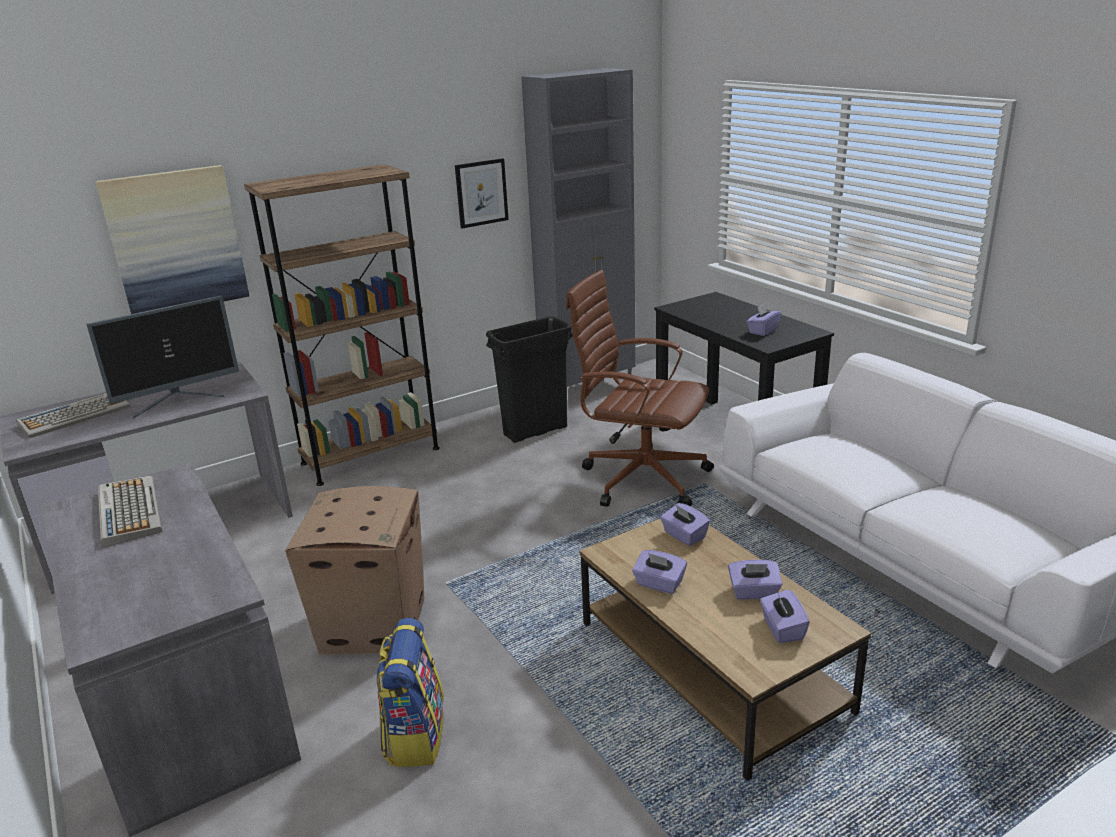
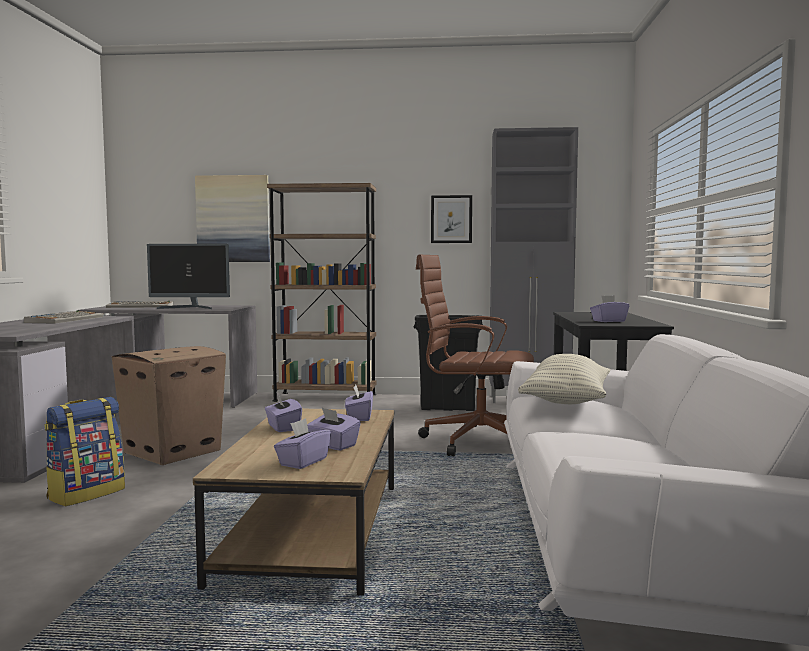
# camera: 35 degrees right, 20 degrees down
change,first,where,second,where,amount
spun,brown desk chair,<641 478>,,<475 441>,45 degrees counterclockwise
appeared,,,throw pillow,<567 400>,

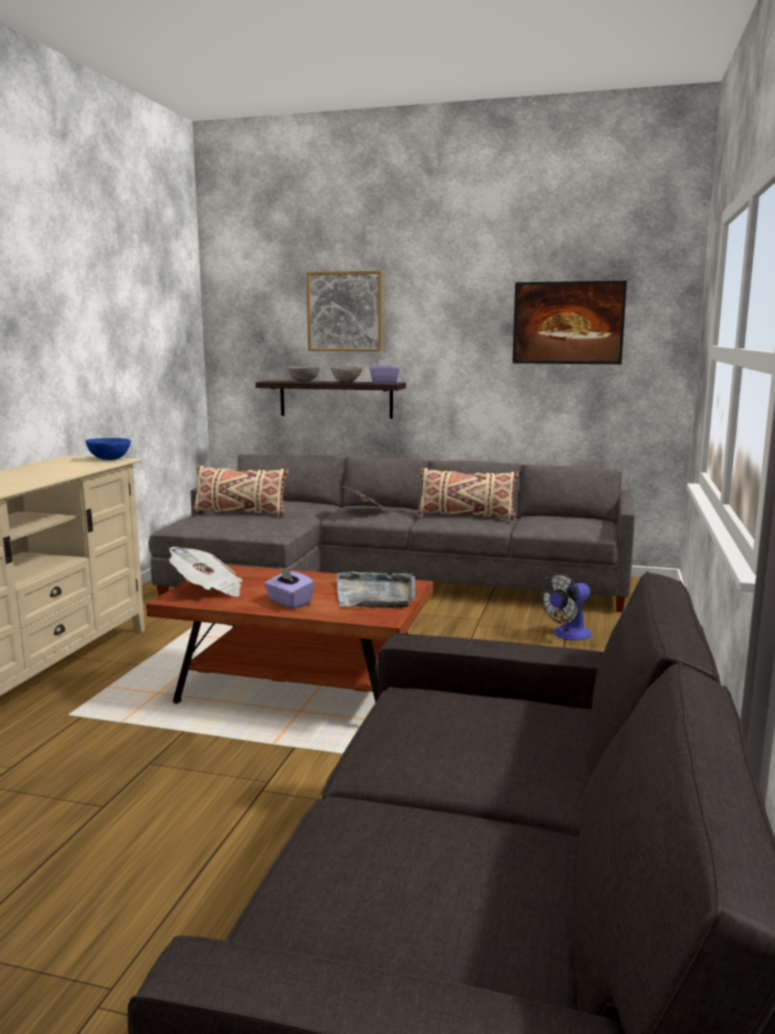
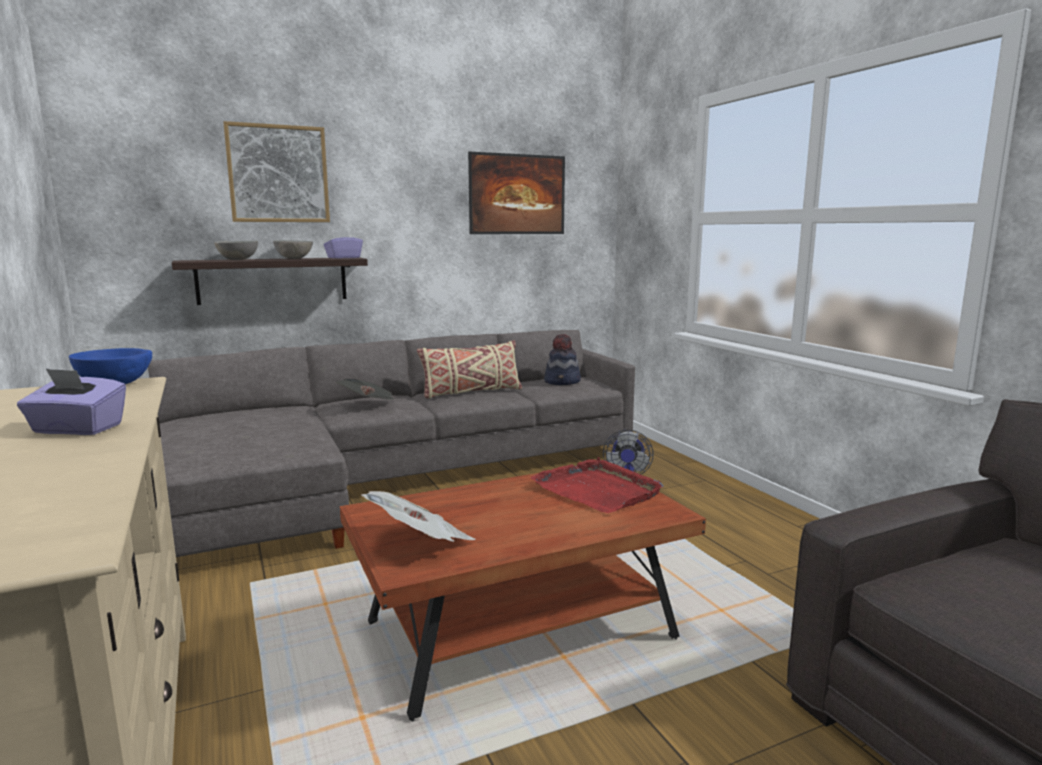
# camera: 40 degrees left, 0 degrees up
change,first,where,second,where,amount
missing,beige-coloured throw pillow,<240 512>,,,
relocated,purple-coloured tissue holder,<289 602>,,<77 429>,
colour,greyish carrying tray,<375 594>,red-coloured carrying tray,<598 489>,
appeared,,,clothing hat,<562 382>,

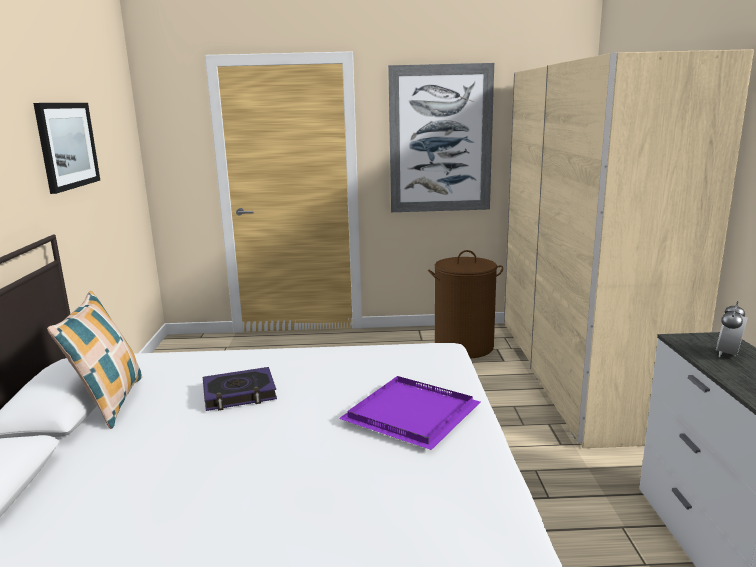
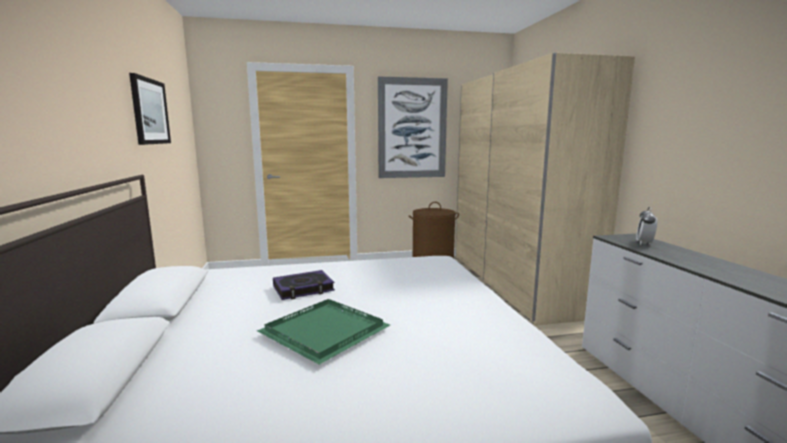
# camera: 10 degrees left, 5 degrees down
change,first,where,second,where,amount
missing,throw pillow,<110 402>,,,
missing,purple-coloured carrying tray,<414 414>,,,
appeared,,,green carrying tray,<327 332>,

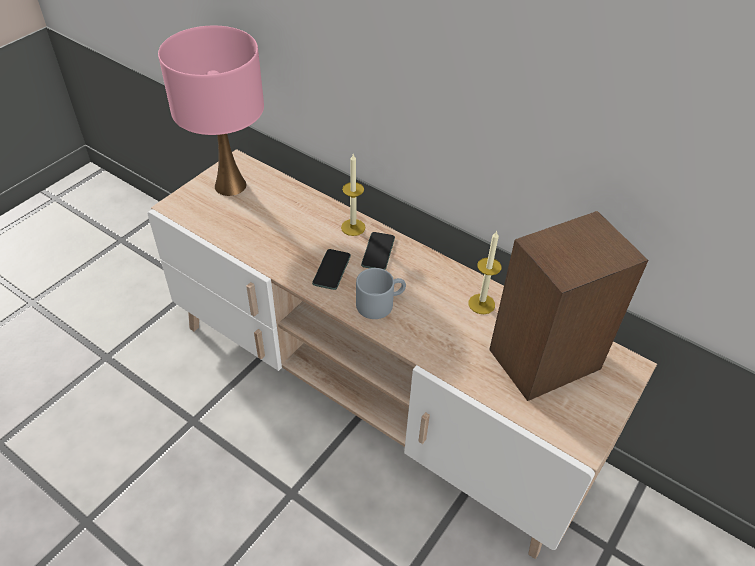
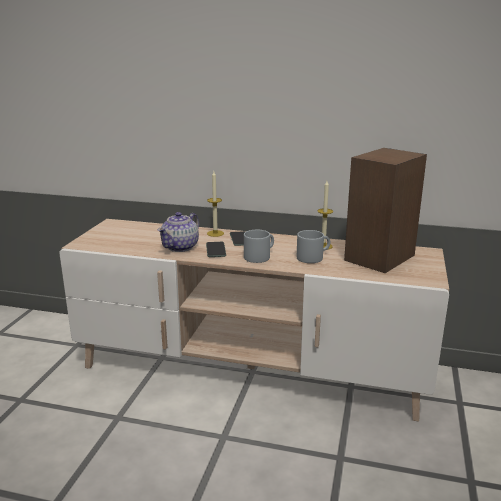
# camera: 20 degrees left, 25 degrees down
change,first,where,second,where,amount
missing,pink tabletop lamp,<229 185>,,,
appeared,,,pot for tea,<181 247>,
appeared,,,greyish mug,<313 257>,

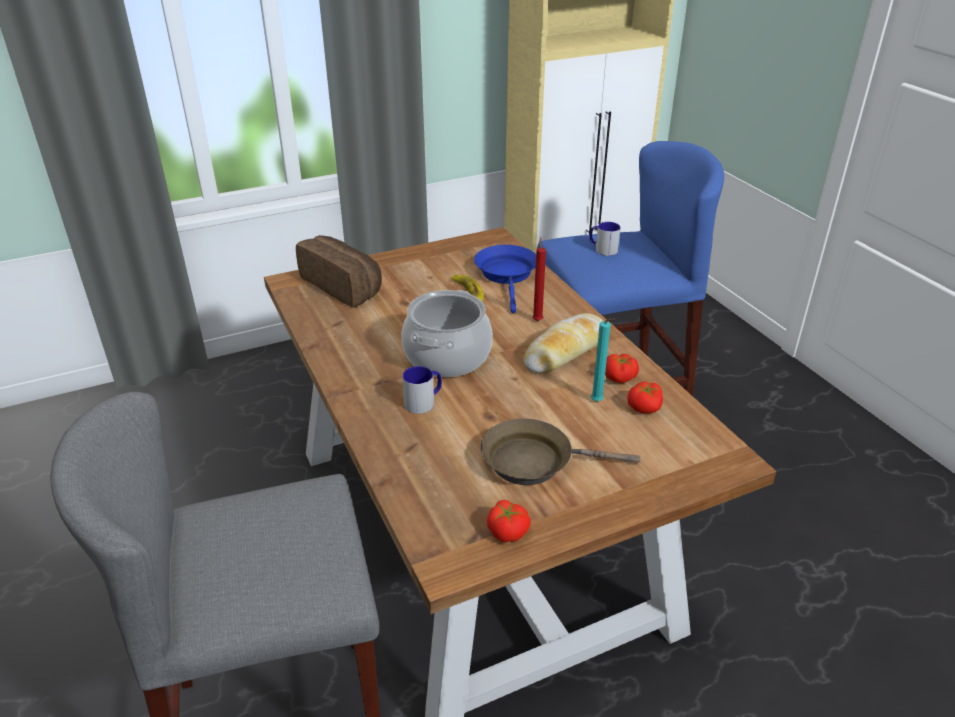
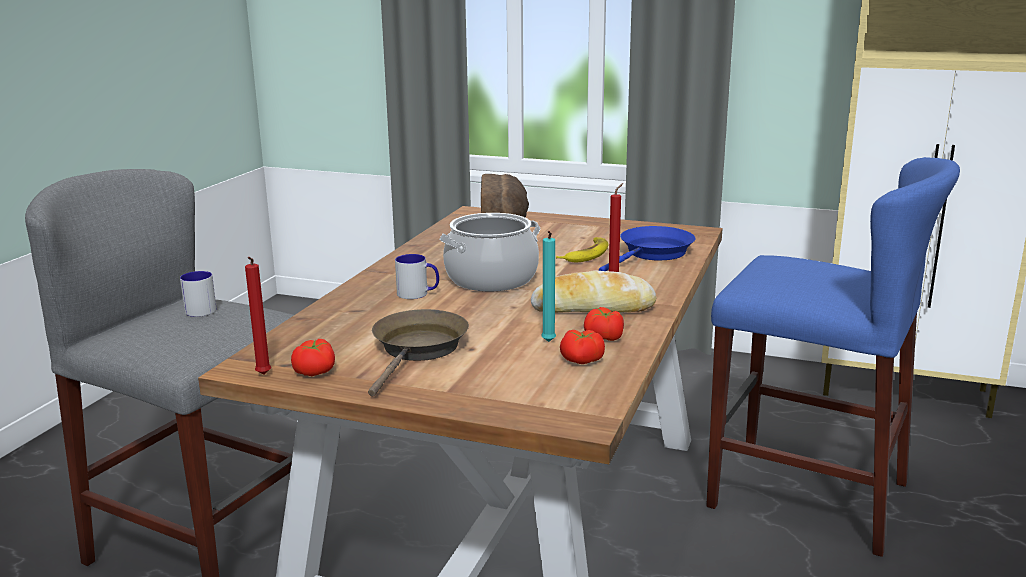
# camera: 45 degrees right, 15 degrees down
change,first,where,second,where,amount
spun,brown pan,<534 461>,,<418 350>,60 degrees clockwise
relocated,mug,<602 249>,,<201 309>,
appeared,,,red-coloured wax light,<263 376>,

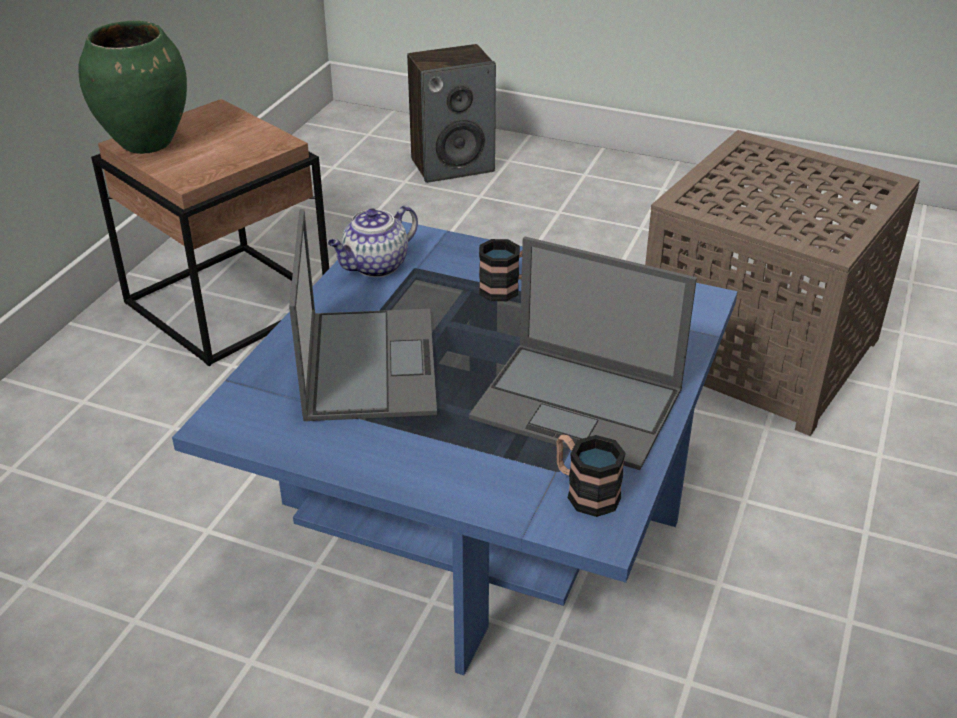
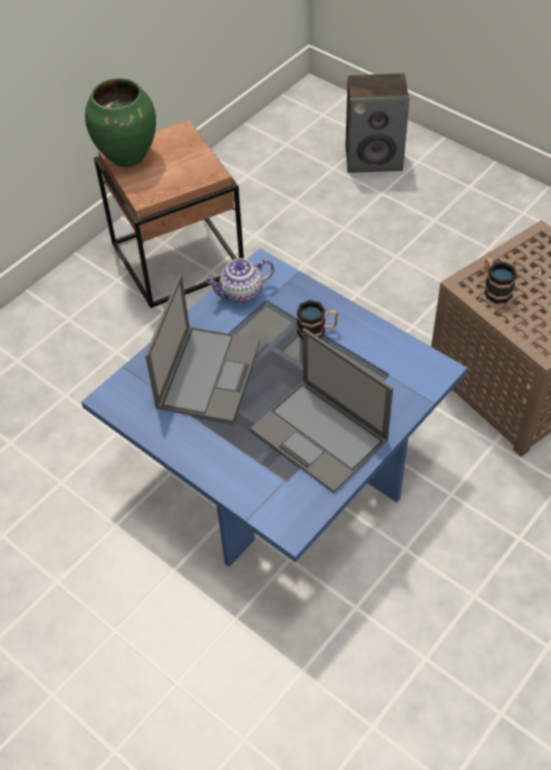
# camera: 20 degrees right, 15 degrees up
change,first,where,second,where,amount
relocated,mug,<585 491>,,<494 289>,

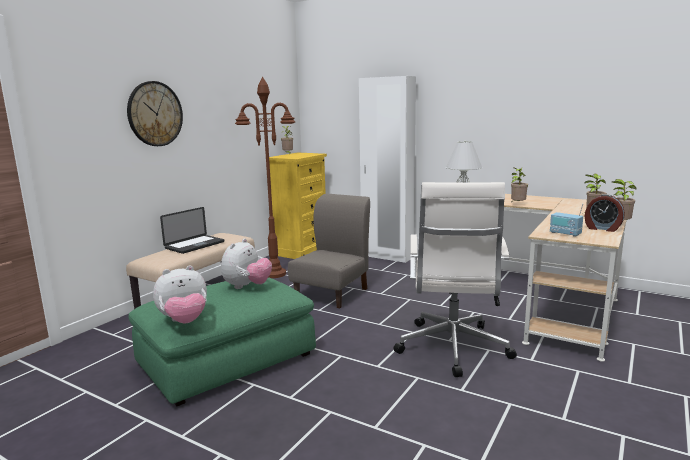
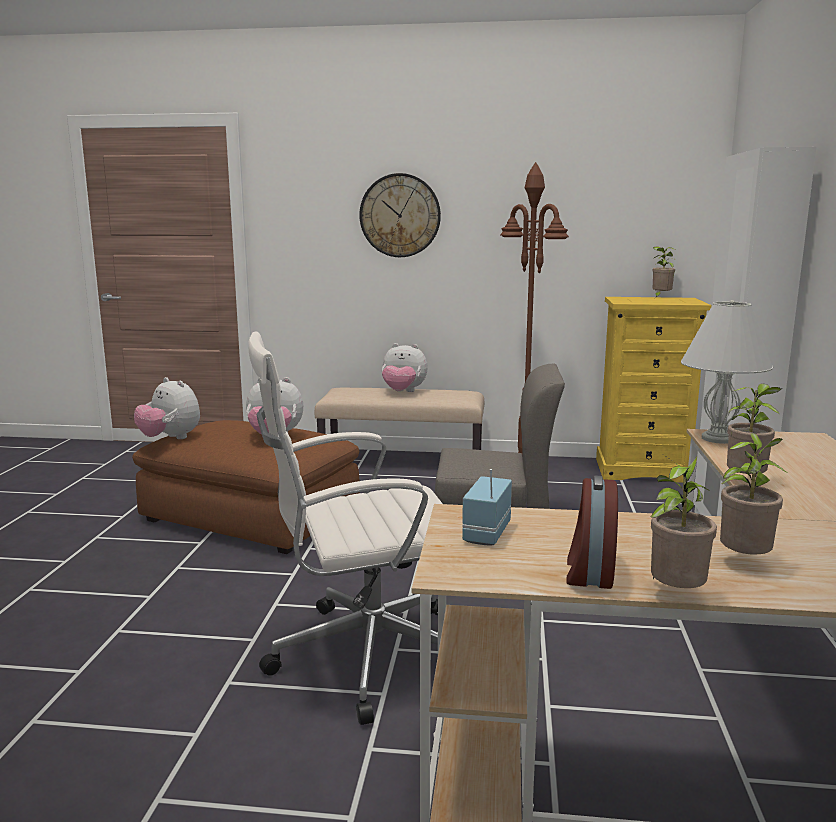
# camera: 65 degrees right, 0 degrees up
change,first,where,second,where,amount
colour,green ottoman,<227 359>,brown ottoman,<252 516>,
exchanged,notebook computer,<195 245>,plush toy,<403 392>,

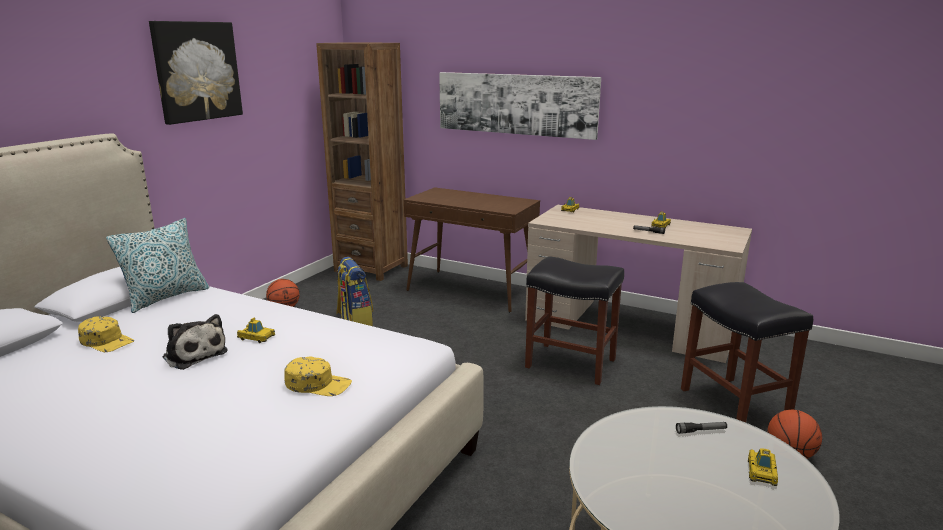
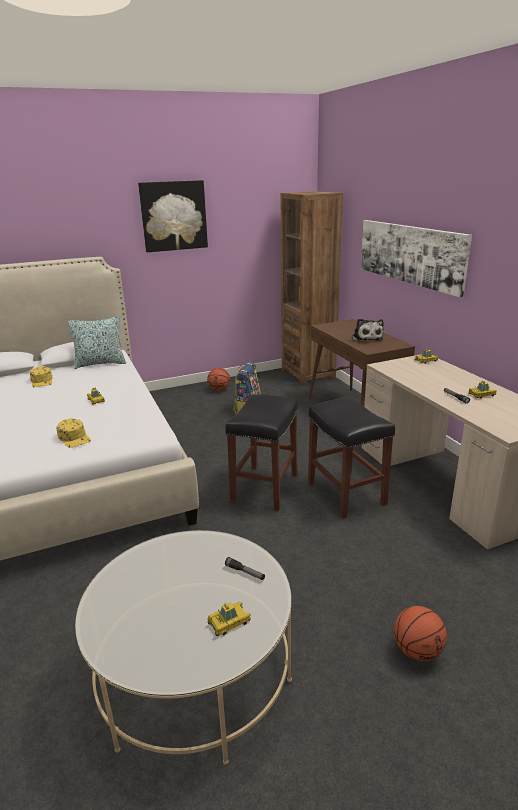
# camera: 40 degrees right, 5 degrees up
change,first,where,second,where,amount
relocated,plush toy,<194 354>,,<366 338>,
relocated,blackish stool,<735 404>,,<265 488>,

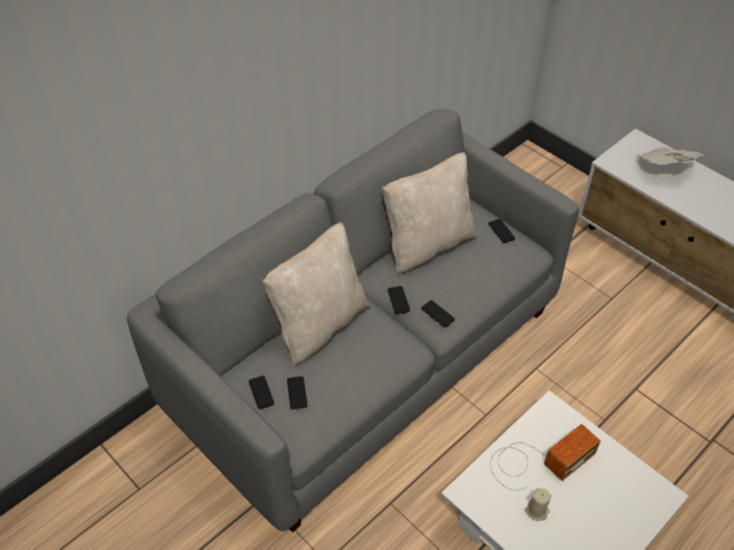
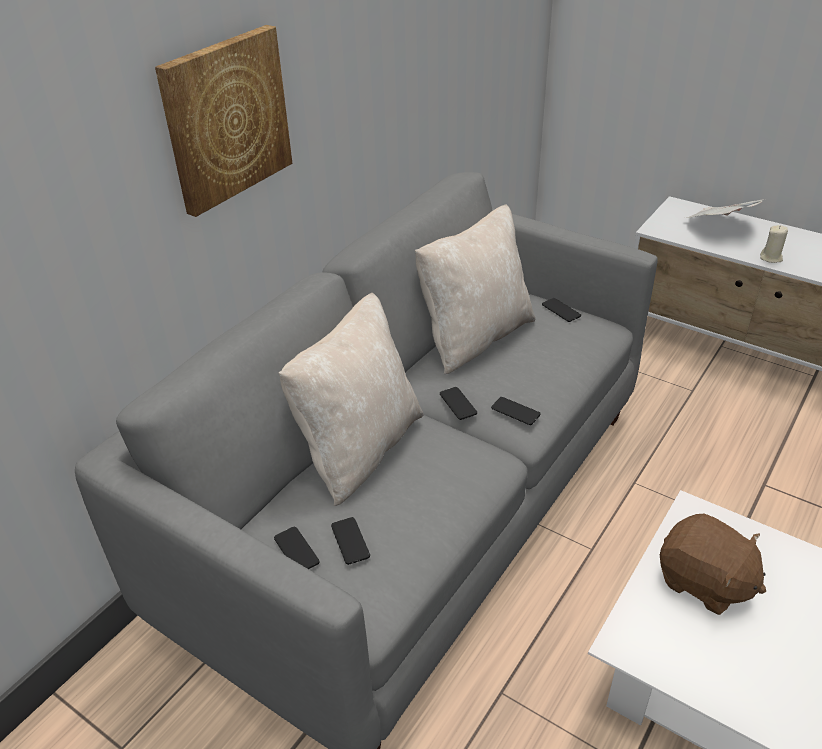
# camera: 10 degrees left, 10 degrees down
change,first,where,second,where,amount
exchanged,radio,<537 461>,brown plush toy,<704 582>,
relocated,beige-coloured wax light,<537 511>,,<771 258>,
appeared,,,wall art,<226 119>,

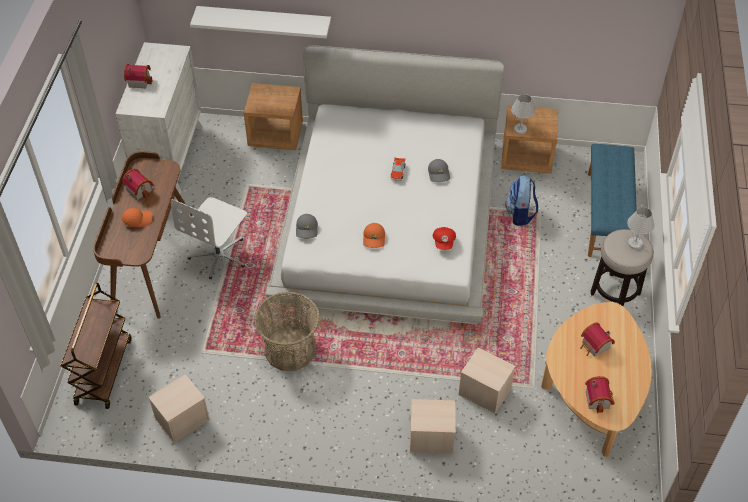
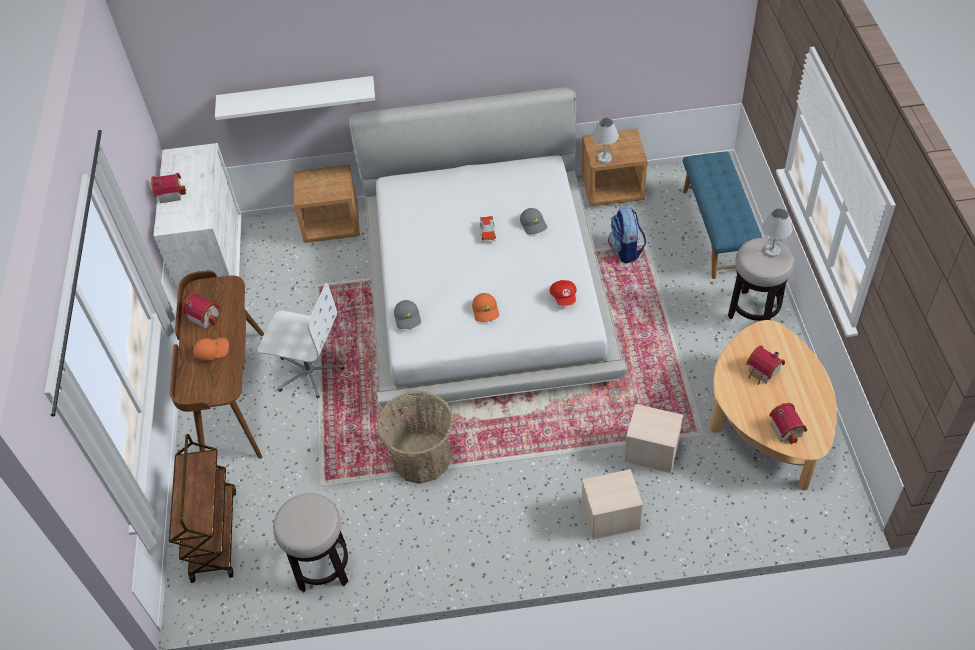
# camera: 10 degrees left, 0 degrees up
change,first,where,second,where,amount
exchanged,beige-coloured storage container,<182 418>,stool,<323 566>,
spun,white desk chair,<219 256>,,<308 371>,90 degrees counterclockwise

